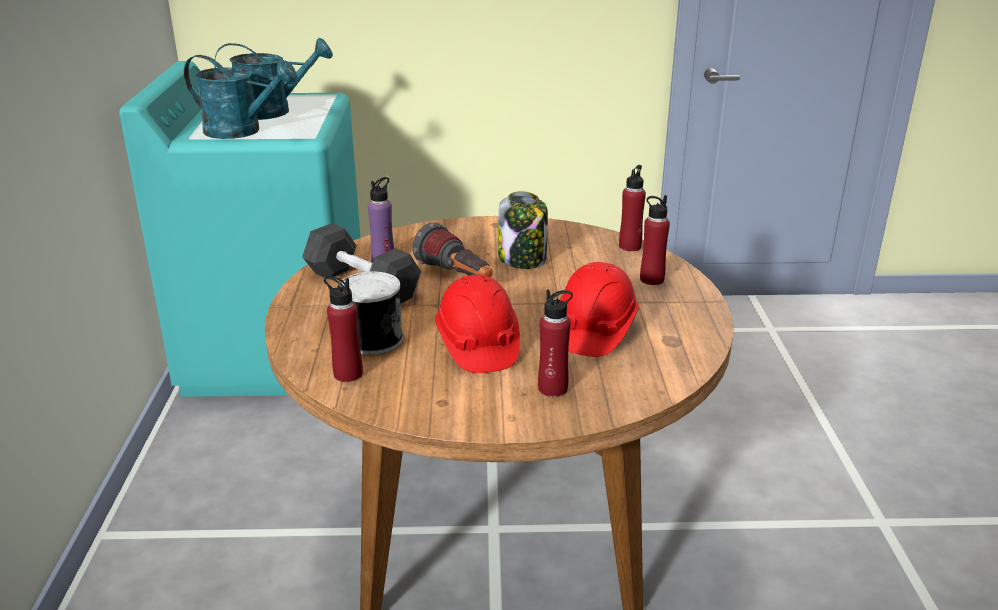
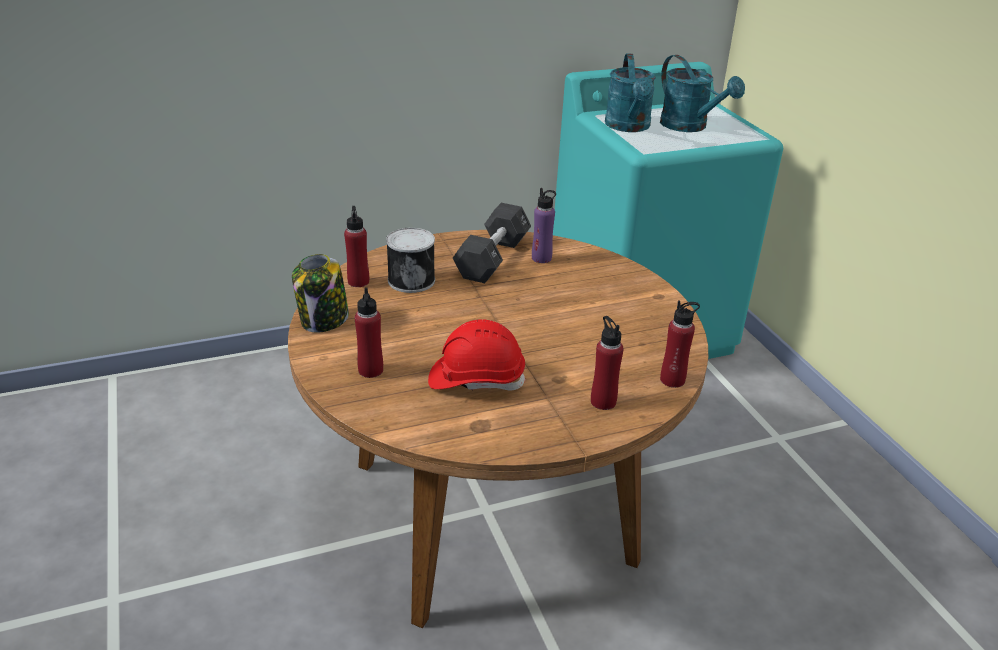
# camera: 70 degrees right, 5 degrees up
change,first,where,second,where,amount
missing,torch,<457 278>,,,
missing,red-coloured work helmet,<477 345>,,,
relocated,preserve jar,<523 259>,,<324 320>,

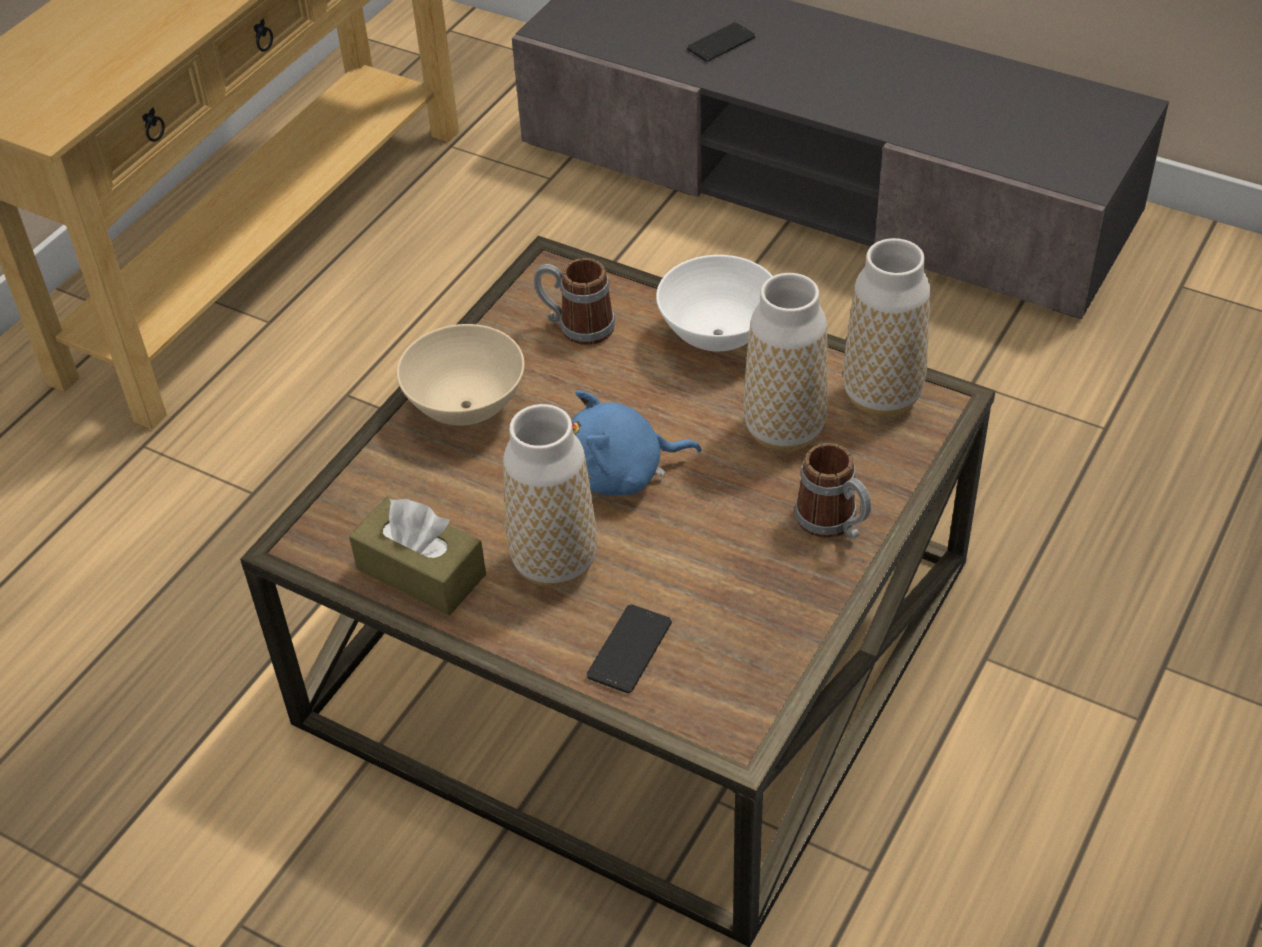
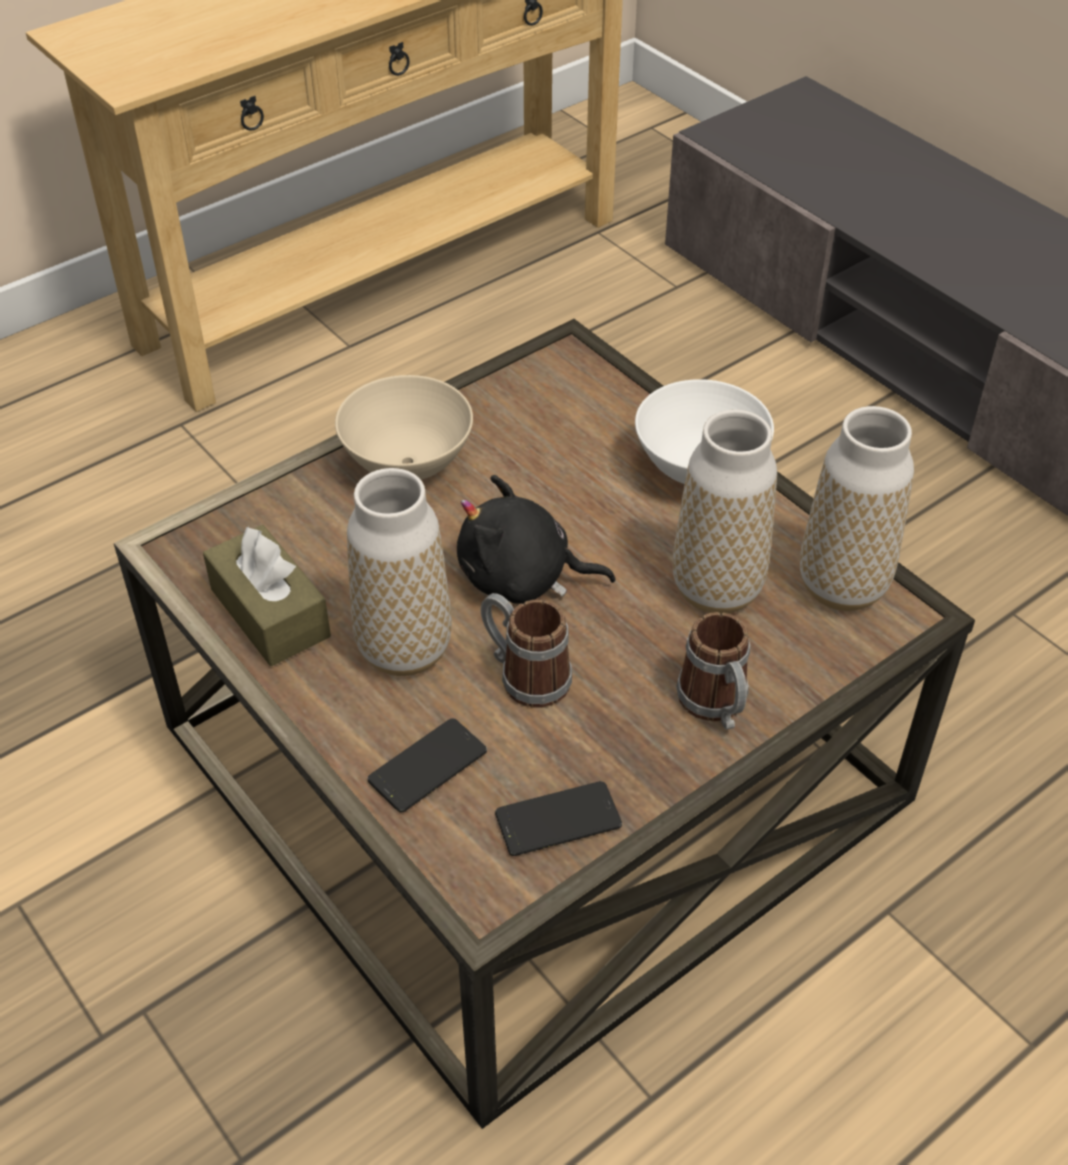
# camera: 20 degrees right, 0 degrees up
change,first,where,second,where,amount
relocated,mug,<576 326>,,<524 675>,
colour,blue plush toy,<620 473>,blackish plush toy,<522 578>,
relocated,handset,<721 43>,,<558 819>,

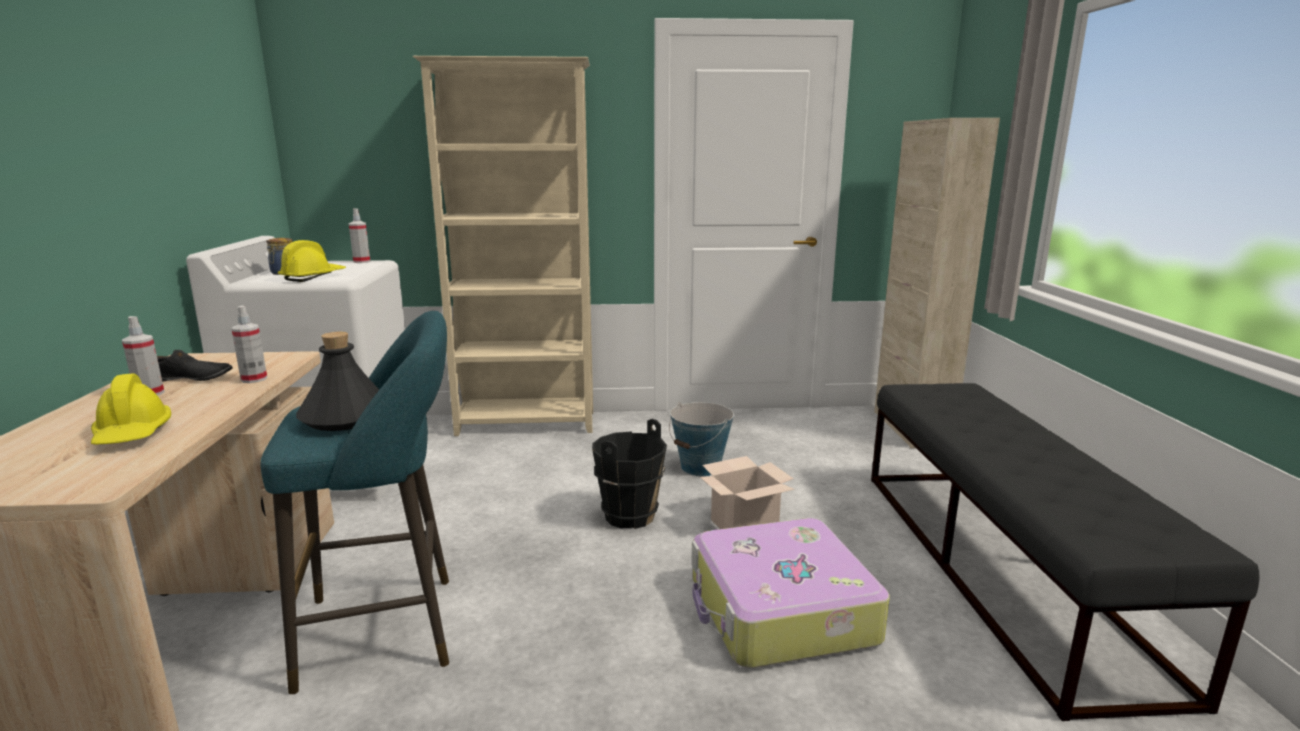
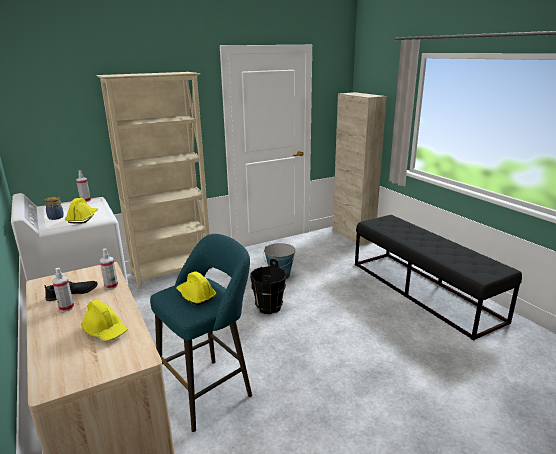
# camera: 25 degrees left, 5 degrees up
change,first,where,second,where,amount
exchanged,blackish bottle,<345 418>,yellow-coloured work helmet,<196 295>,
missing,suitcase,<780 612>,,,
missing,packing box,<745 524>,,,

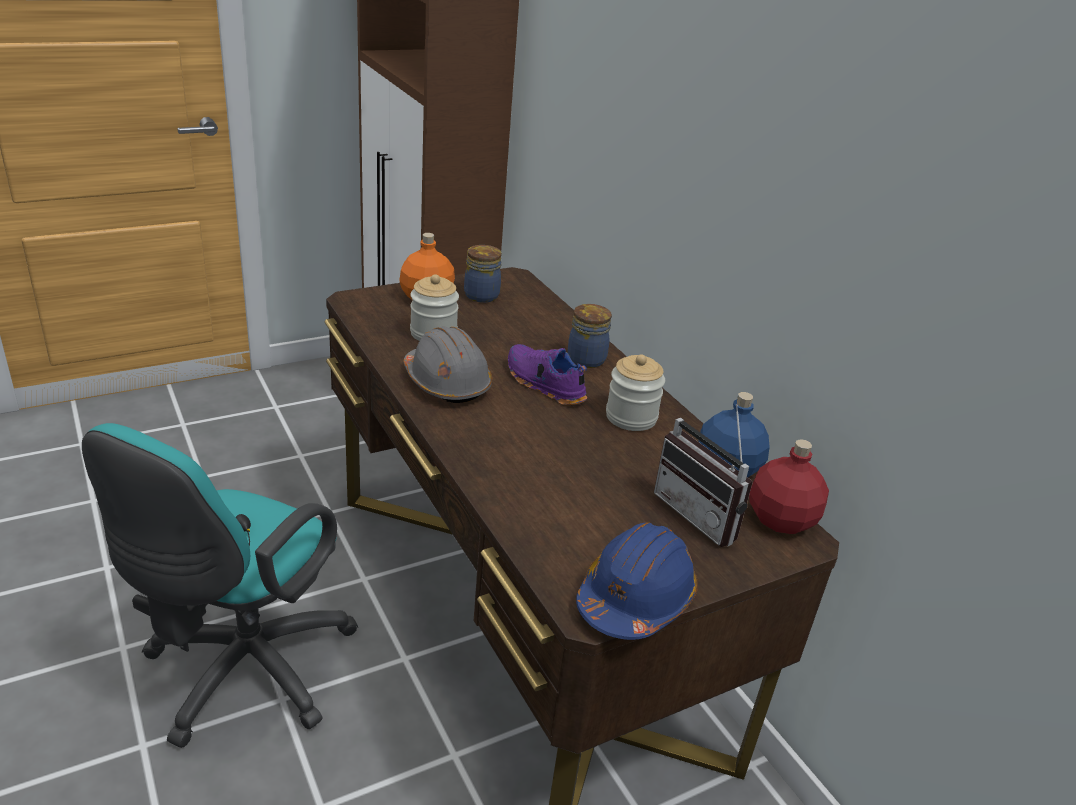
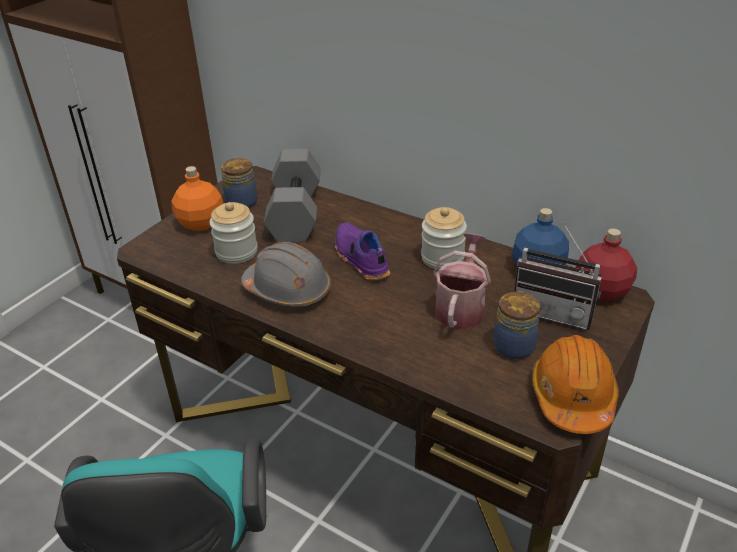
# camera: 25 degrees left, 5 degrees up
change,first,where,second,where,amount
spun,purple-coloured low shoe,<543 385>,,<360 259>,45 degrees clockwise
relocated,preserve jar,<587 358>,,<514 345>,
colour,blue work helmet,<635 599>,orange-coloured work helmet,<572 396>,
appeared,,,greyish hand weight,<293 213>,
appeared,,,sprinkling can,<461 307>,

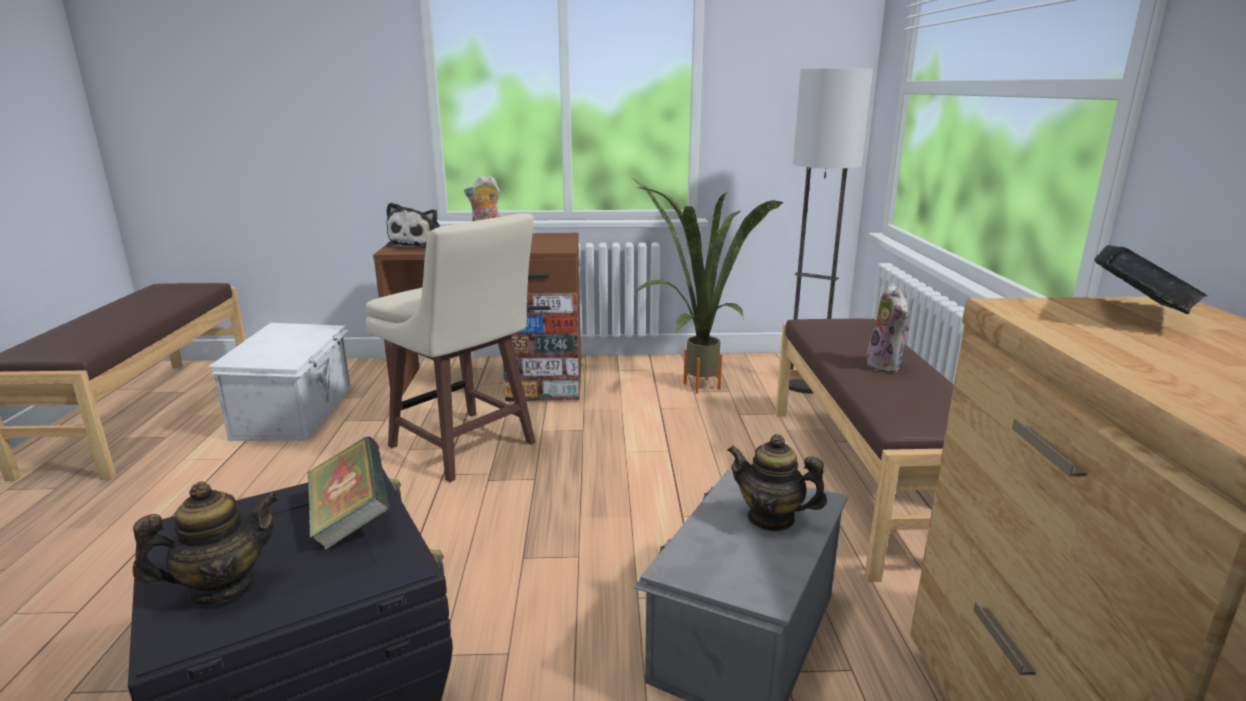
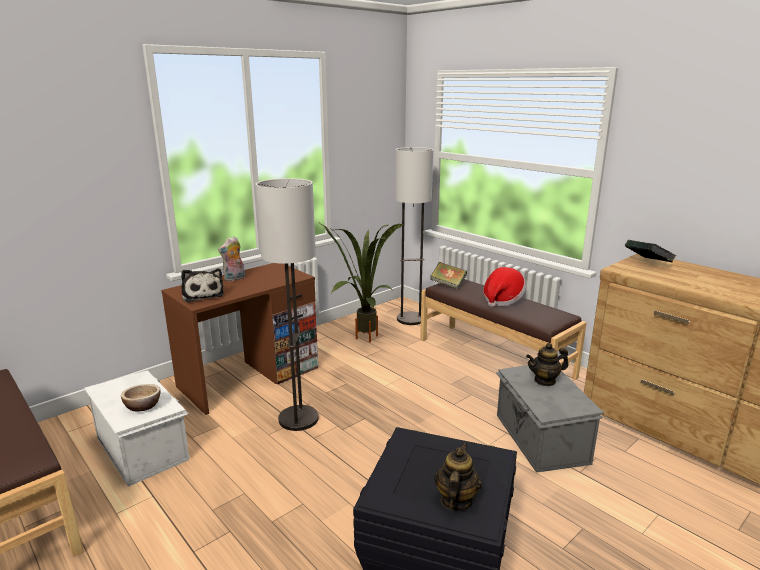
# camera: 40 degrees left, 0 degrees up
change,first,where,second,where,amount
relocated,book,<351 519>,,<448 285>,
exchanged,beige-coloured stool,<464 447>,standard lamp,<298 419>,
exchanged,plush toy,<886 366>,clothing hat,<502 300>,
appeared,,,serving bowl,<143 406>,

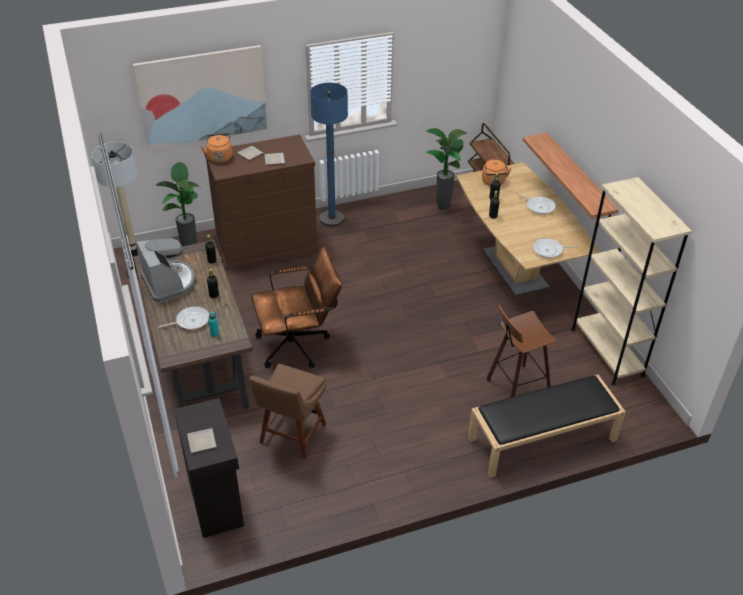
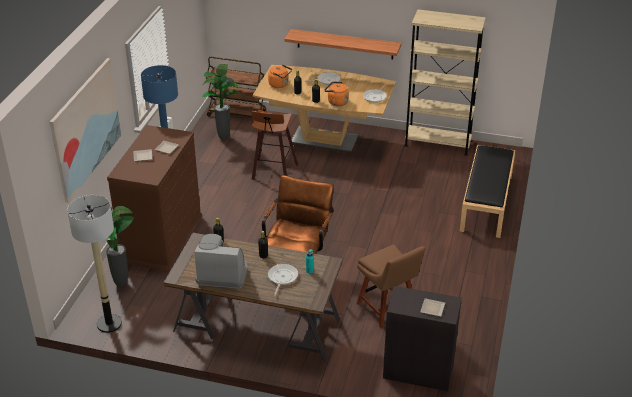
# camera: 55 degrees left, 5 degrees down
change,first,where,second,where,amount
relocated,orange-coloured tea kettle,<219 157>,,<336 102>,
relocated,stool,<516 390>,,<273 172>,

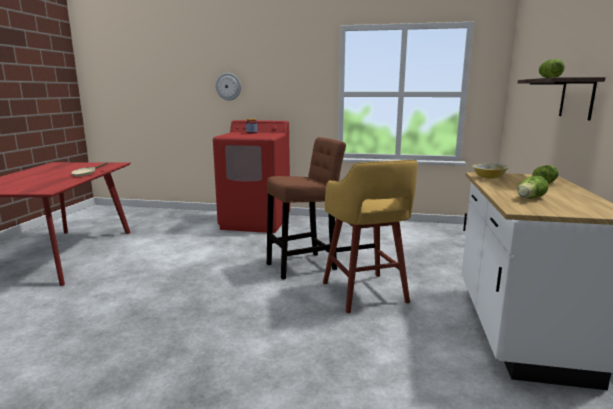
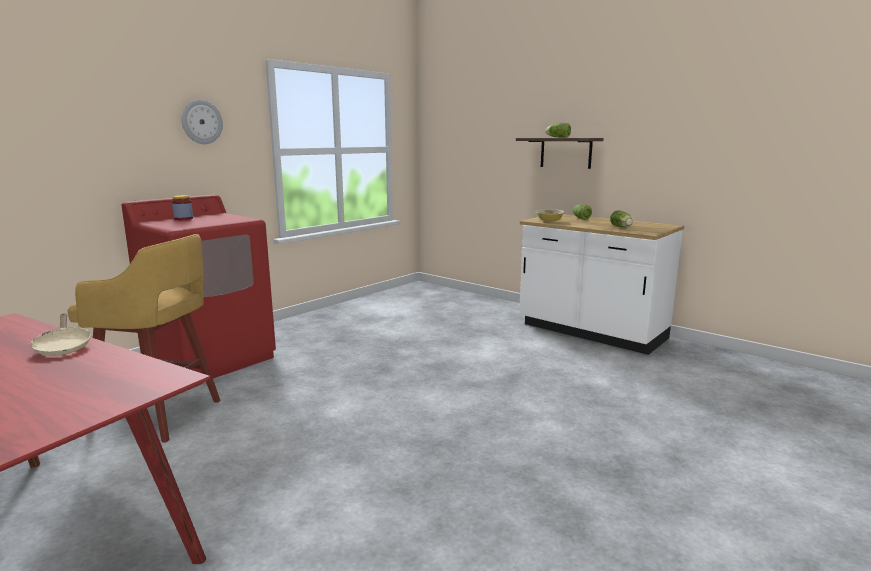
# camera: 60 degrees left, 0 degrees up
change,first,where,second,where,amount
relocated,clock on the wall,<228 86>,,<201 122>,
missing,brown stool,<305 265>,,,
relocated,yellow-coloured stool,<365 294>,,<161 416>,

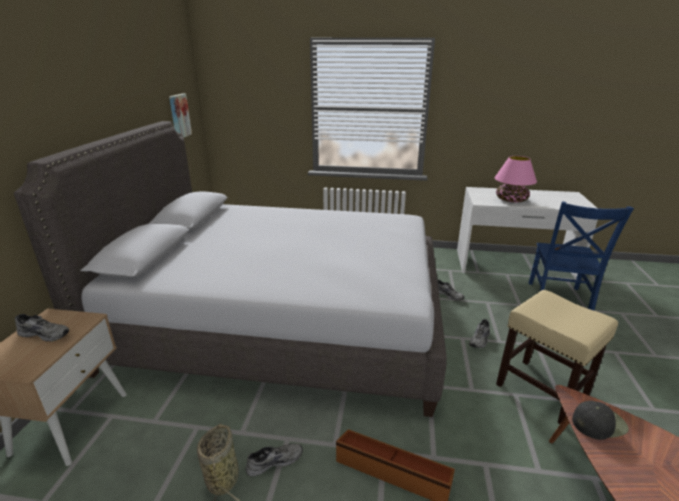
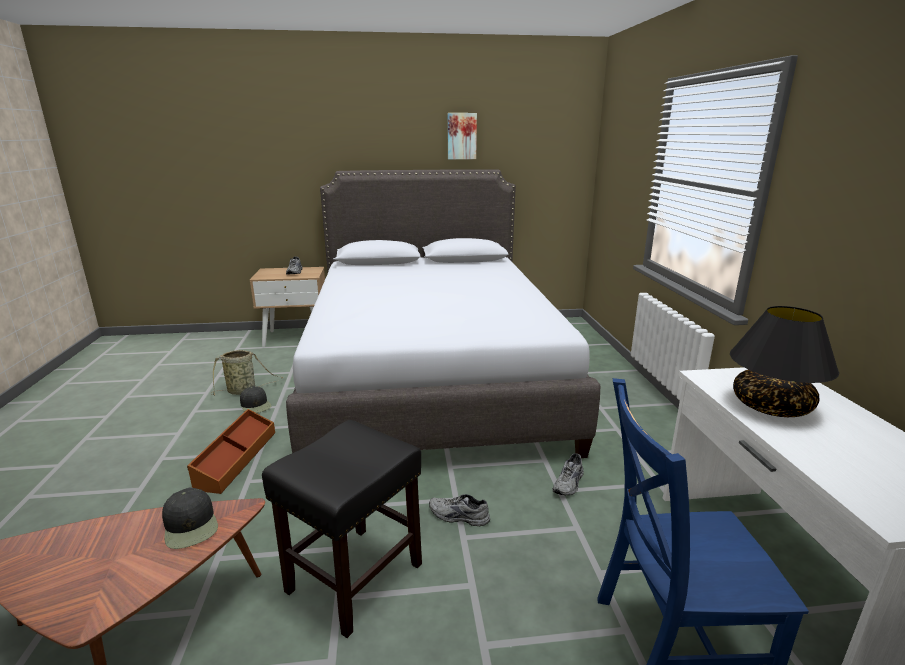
# camera: 75 degrees right, 5 degrees down
change,first,where,second,where,amount
relocated,wall art,<179 116>,,<461 136>,
exchanged,greyish low shoe,<274 460>,blackish baseball cap,<256 405>,
colour,pink tabletop lamp,<511 200>,blackish tabletop lamp,<770 407>,
colour,beige-coloured stool,<543 391>,blackish stool,<354 578>,

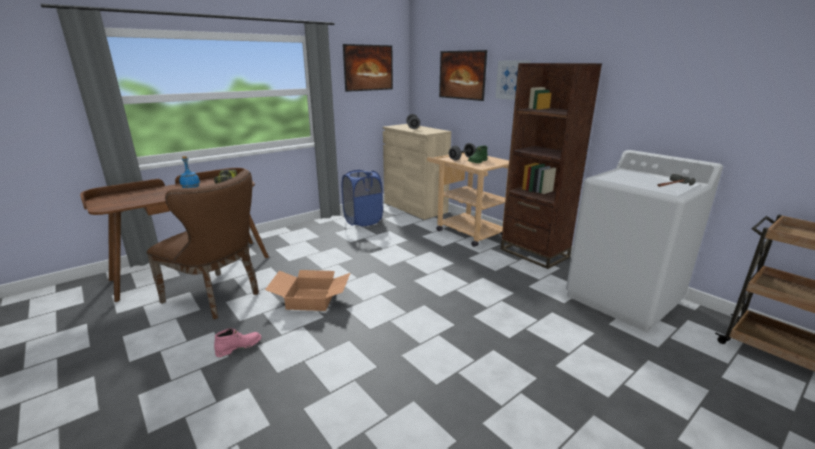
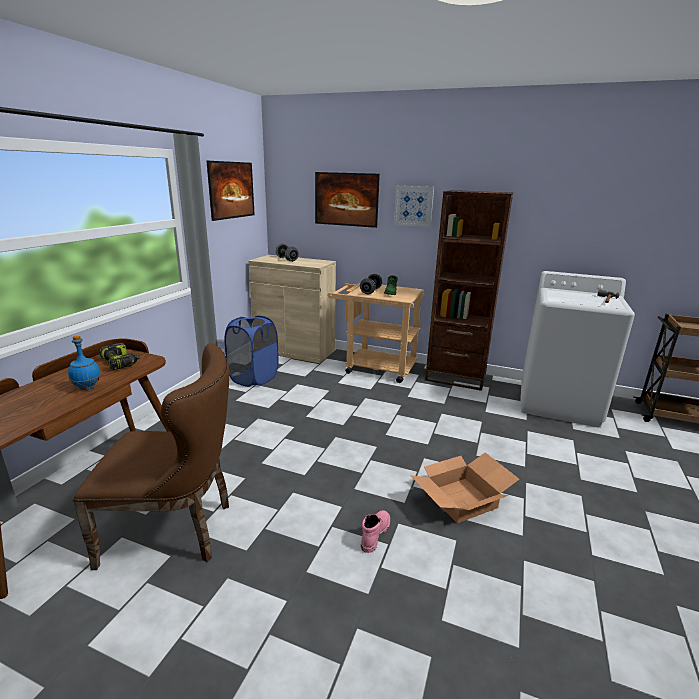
# camera: 30 degrees left, 0 degrees up
change,first,where,second,where,amount
relocated,pink boot,<239 347>,,<374 533>,
relocated,packing box,<312 299>,,<461 498>,

